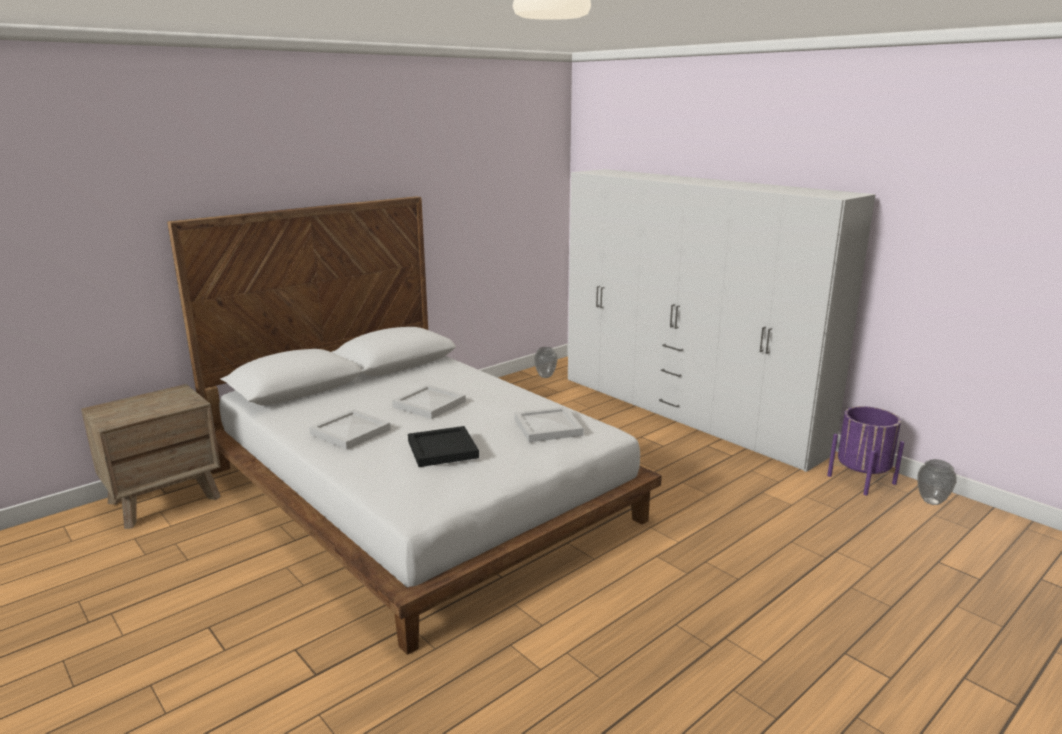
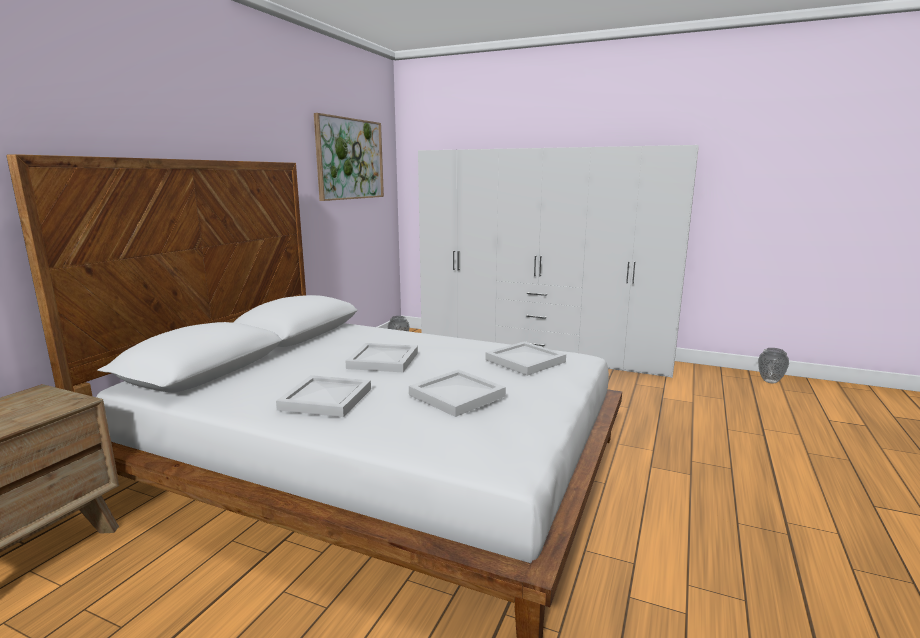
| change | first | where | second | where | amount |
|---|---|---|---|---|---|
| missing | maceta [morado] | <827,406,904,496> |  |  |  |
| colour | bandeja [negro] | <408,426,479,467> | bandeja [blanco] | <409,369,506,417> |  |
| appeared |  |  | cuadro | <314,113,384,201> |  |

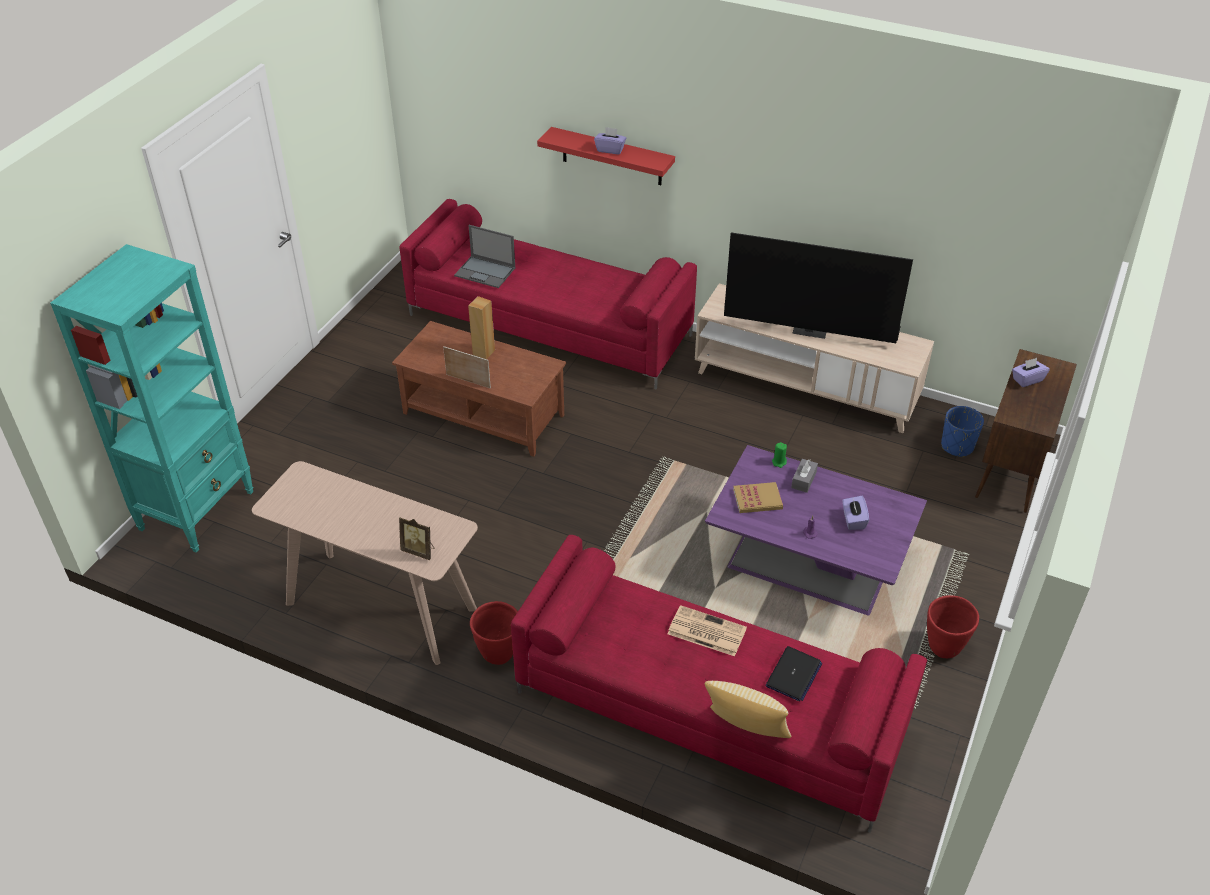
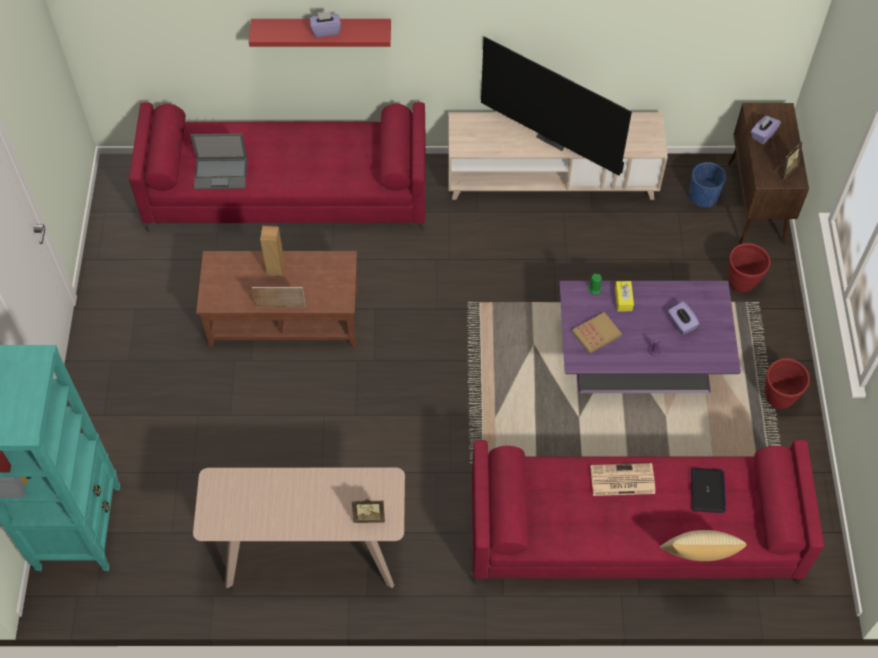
| change | first | where | second | where | amount |
|---|---|---|---|---|---|
| spun | televisor | <724,233,913,343> |  | <481,36,632,176> | 45 degrees clockwise |
| colour | caja de pañuelos [gris] | <791,459,818,493> | caja de pañuelos [amarillo] | <615,281,634,312> |  |
| relocated | maceta [rojo] | <470,601,518,665> |  | <728,243,771,292> |  |
| appeared |  |  | portarretratos | <775,142,802,180> |  |

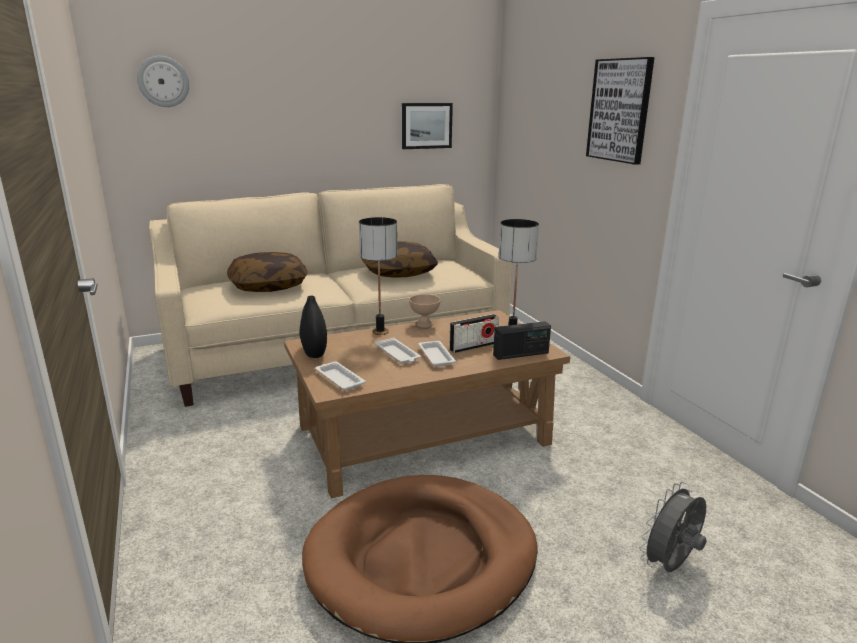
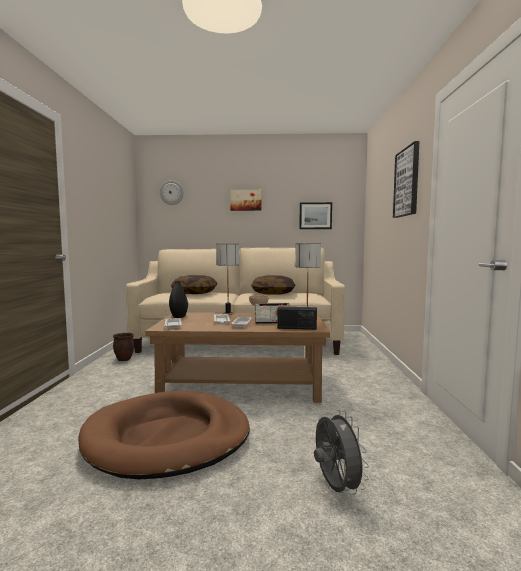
| change | first | where | second | where | amount |
|---|---|---|---|---|---|
| spun | ventilador [gris] | <639,482,707,572> |  | <314,410,369,495> | 90 degrees clockwise |
| appeared |  |  | cuadro | <230,190,261,211> |  |
| appeared |  |  | maceta [marrón] | <113,333,134,361> |  |

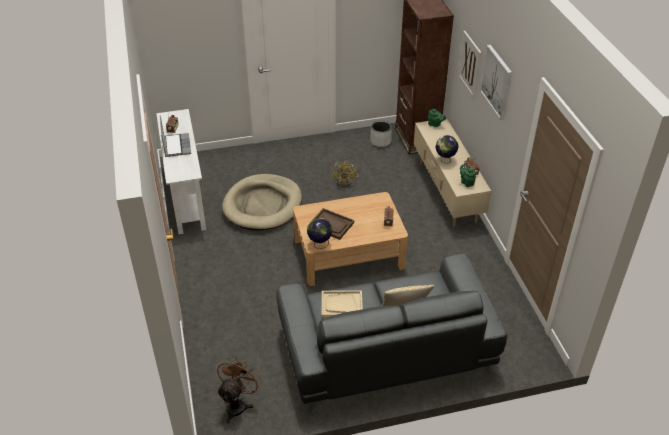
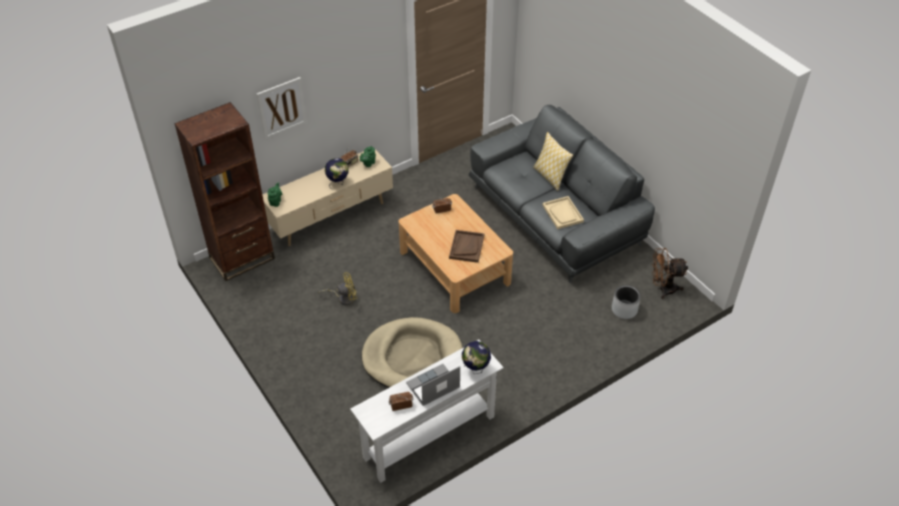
| change | first | where | second | where | amount |
|---|---|---|---|---|---|
| missing | cuadro | <480,45,512,120> |  |  |  |
| relocated | maceta [gris] | <370,121,392,147> |  | <612,285,641,319> |  |
| relocated | globo terráqueo | <307,218,332,249> |  | <462,341,491,374> |  |

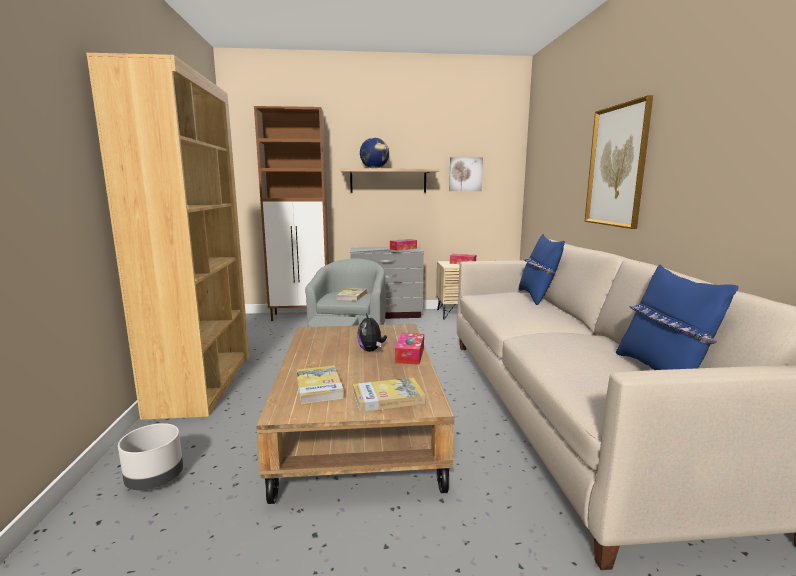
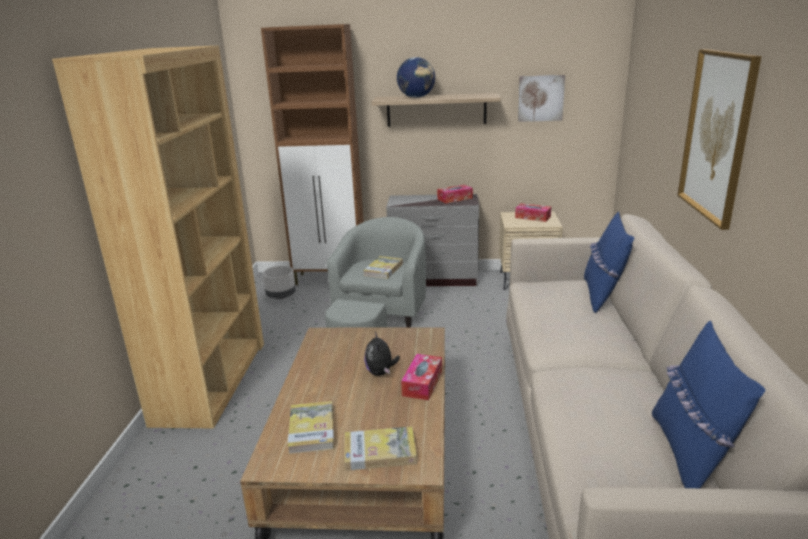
| change | first | where | second | where | amount |
|---|---|---|---|---|---|
| relocated | maceta [gris] | <118,423,183,490> |  | <263,266,296,299> |  |

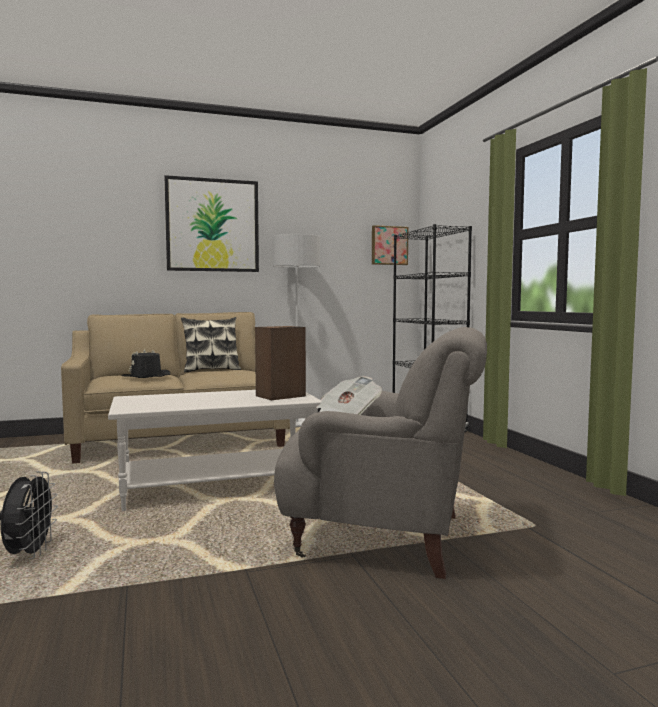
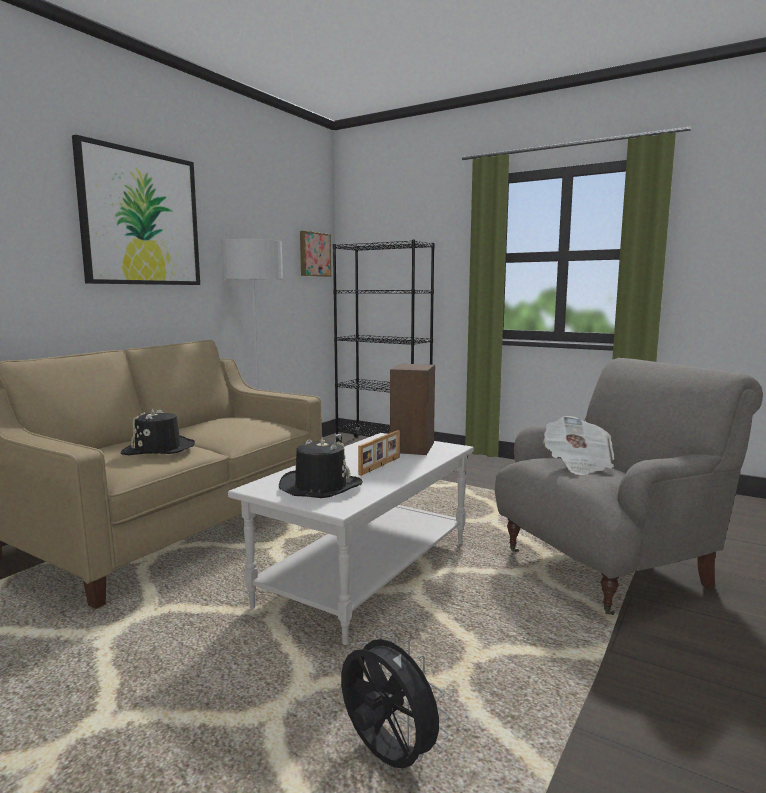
| change | first | where | second | where | amount |
|---|---|---|---|---|---|
| missing | cojín | <181,317,241,372> |  |  |  |
| appeared |  |  | portarretratos | <358,430,400,476> |  |
| appeared |  |  | sombrero [negro] | <279,437,363,498> |  |

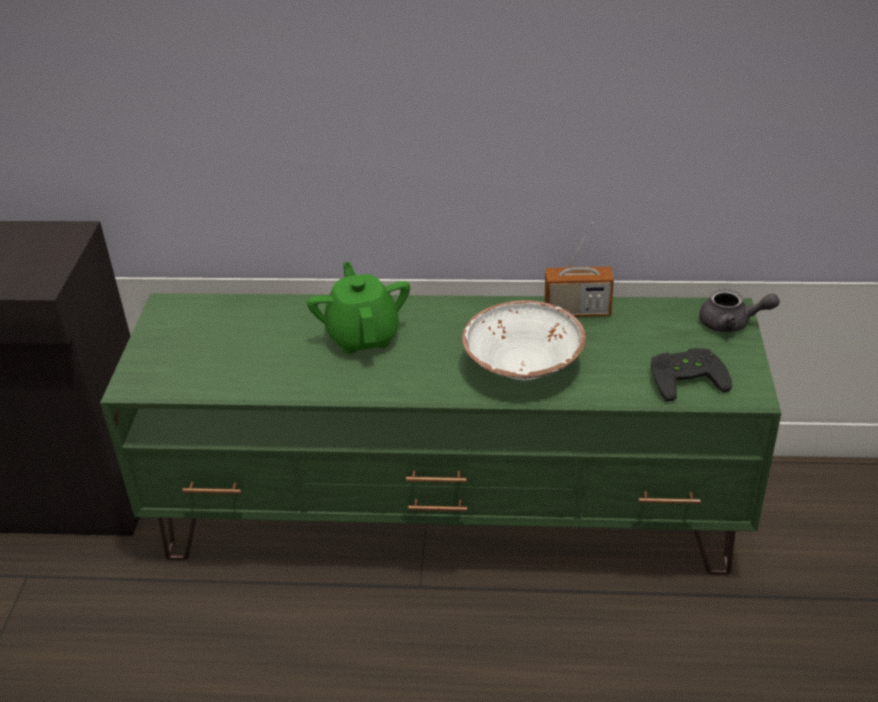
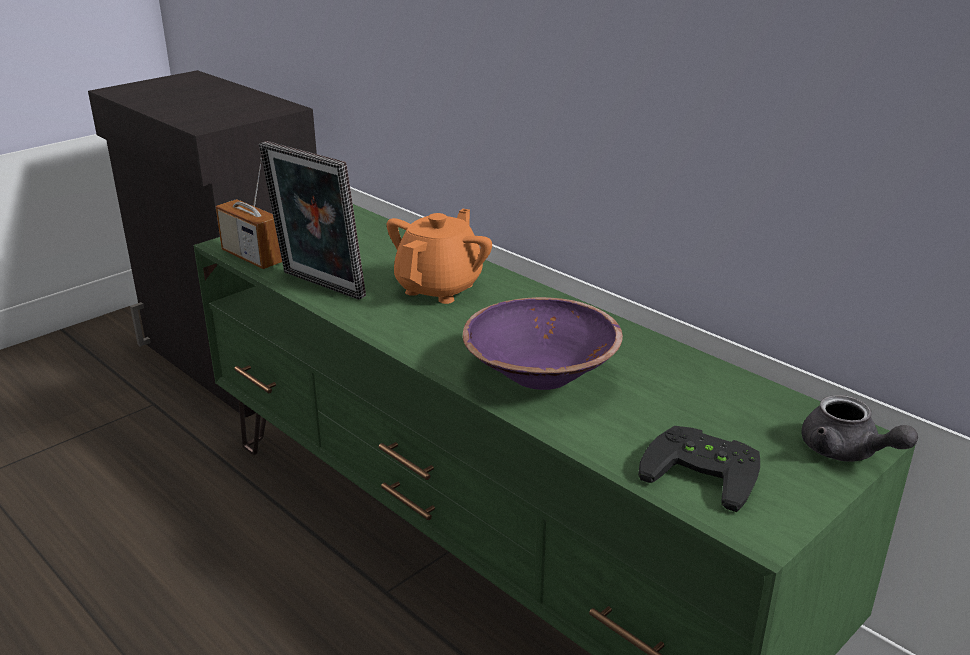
| change | first | where | second | where | amount |
|---|---|---|---|---|---|
| relocated | radio | <544,222,614,316> |  | <215,158,282,269> |  |
| colour | tetera [verde] | <307,262,410,354> | tetera [naranja] | <387,209,492,304> |  |
| colour | cuenco [blanco] | <462,300,586,380> | cuenco [morado] | <463,297,623,390> |  |
| appeared |  |  | portarretratos | <259,141,366,300> |  |

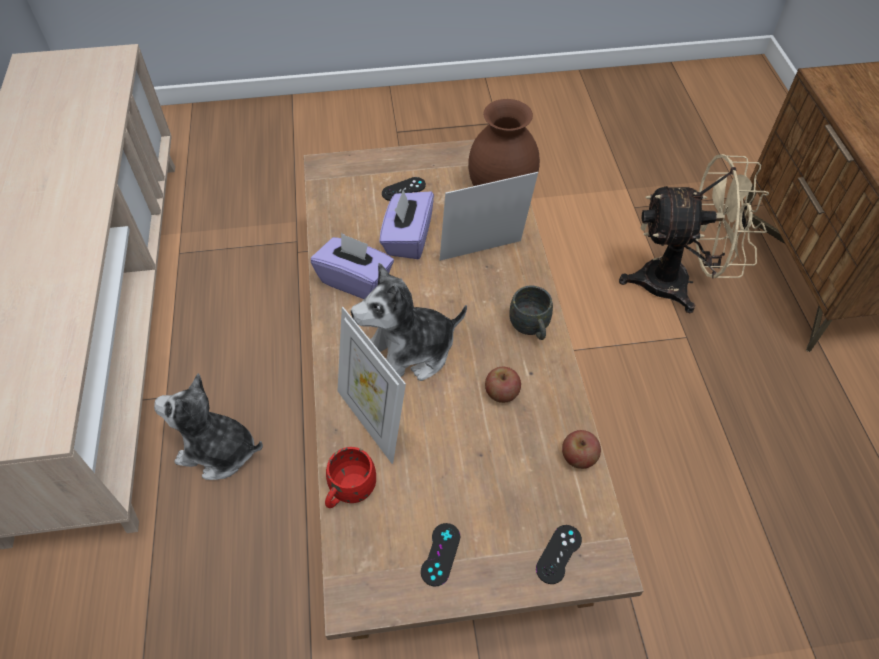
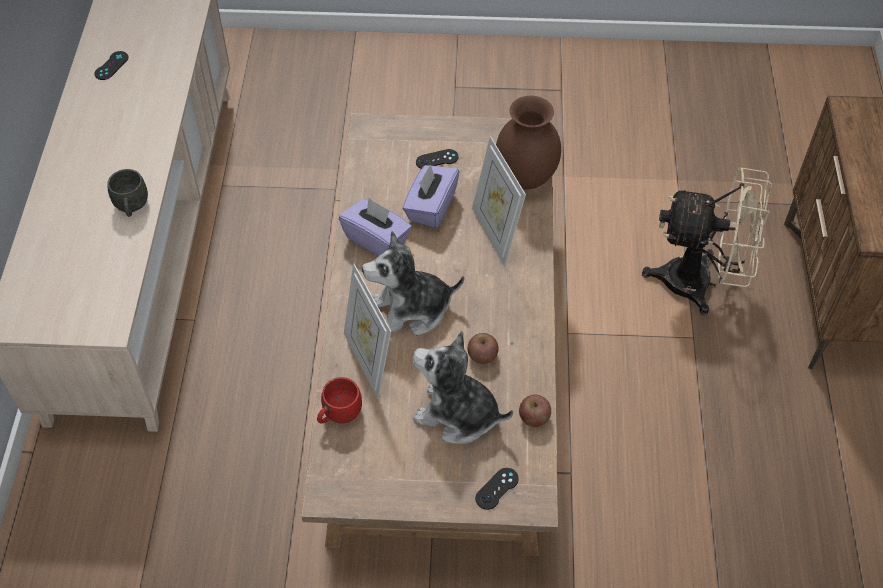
| change | first | where | second | where | amount |
|---|---|---|---|---|---|
| spun | portarretratos | <440,172,538,261> |  | <472,136,526,266> | 105 degrees counterclockwise |
| relocated | taza grande [gris] | <509,286,553,340> |  | <107,169,148,217> |  |
| relocated | peluche | <154,373,263,480> |  | <413,331,513,444> |  |
| relocated | mando de consola [negro] | <421,523,461,587> |  | <94,51,129,80> |  |

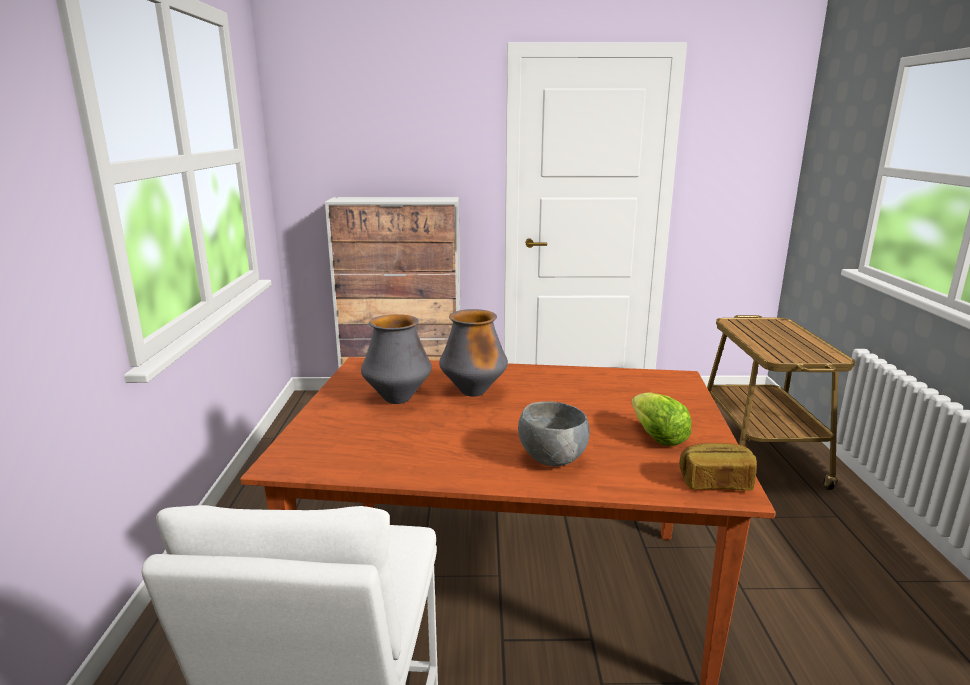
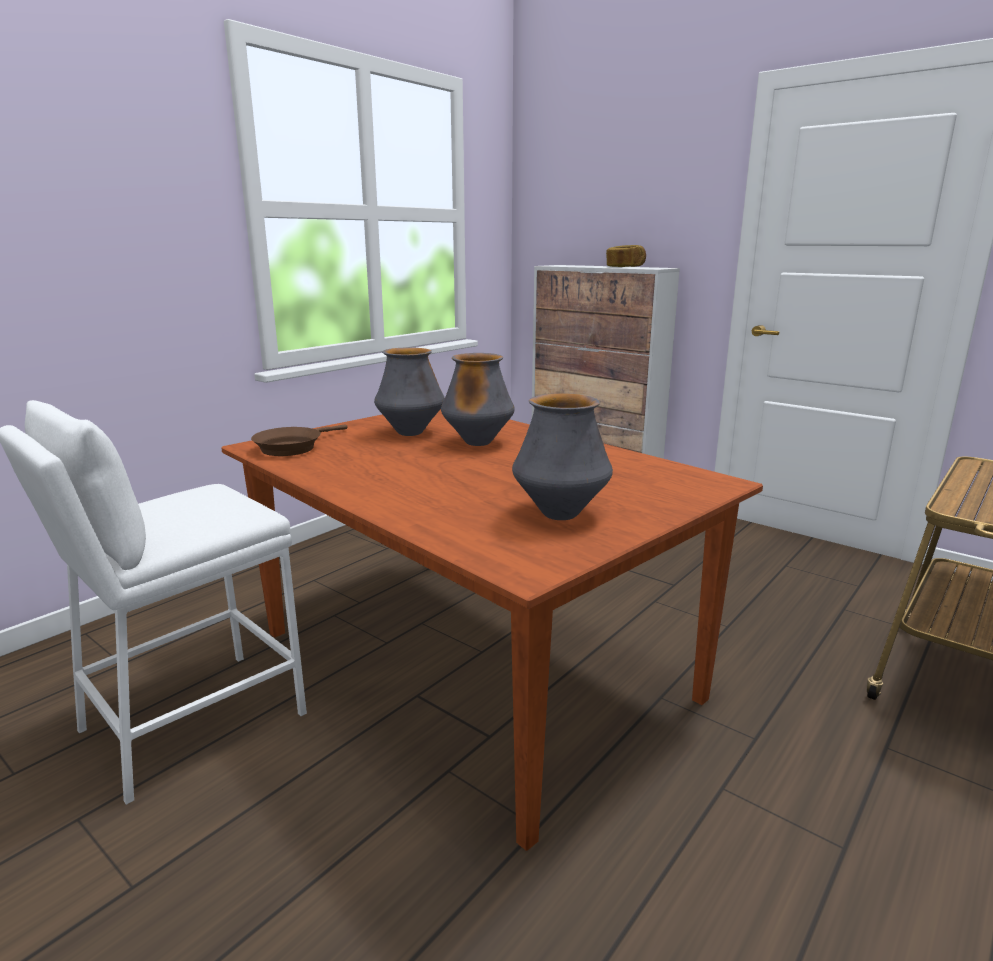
| change | first | where | second | where | amount |
|---|---|---|---|---|---|
| exchanged | lechuga | <632,392,692,446> | florero | <512,393,613,520> |  |
| missing | cuenco [gris] | <518,401,590,466> |  |  |  |
| relocated | pan | <680,443,757,491> |  | <606,245,646,267> |  |
| appeared |  |  | sartén [marrón] | <251,425,348,456> |  |

